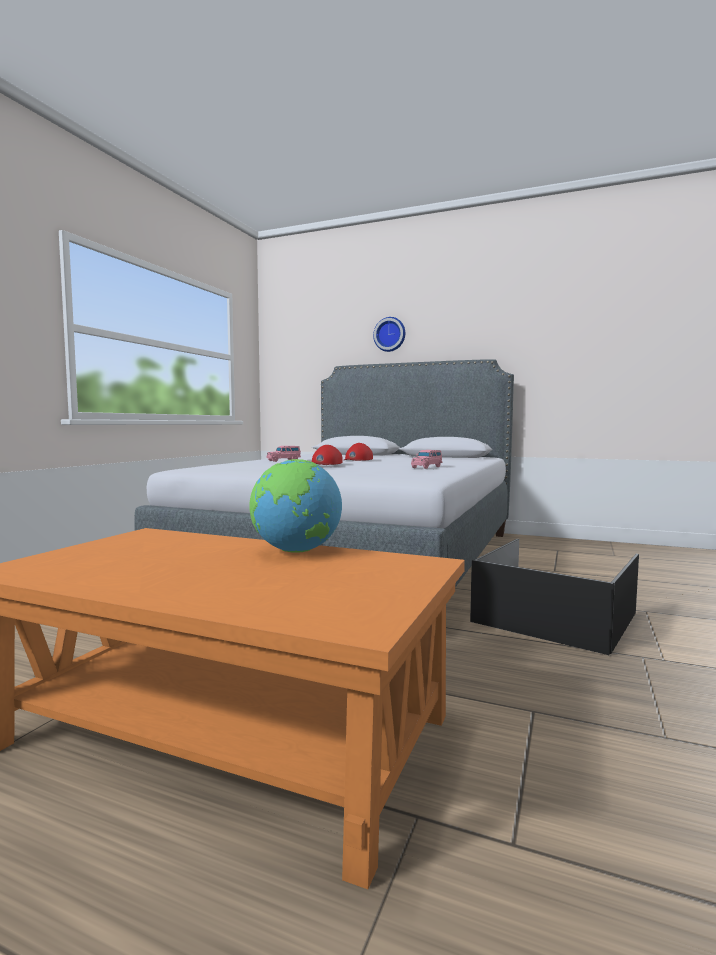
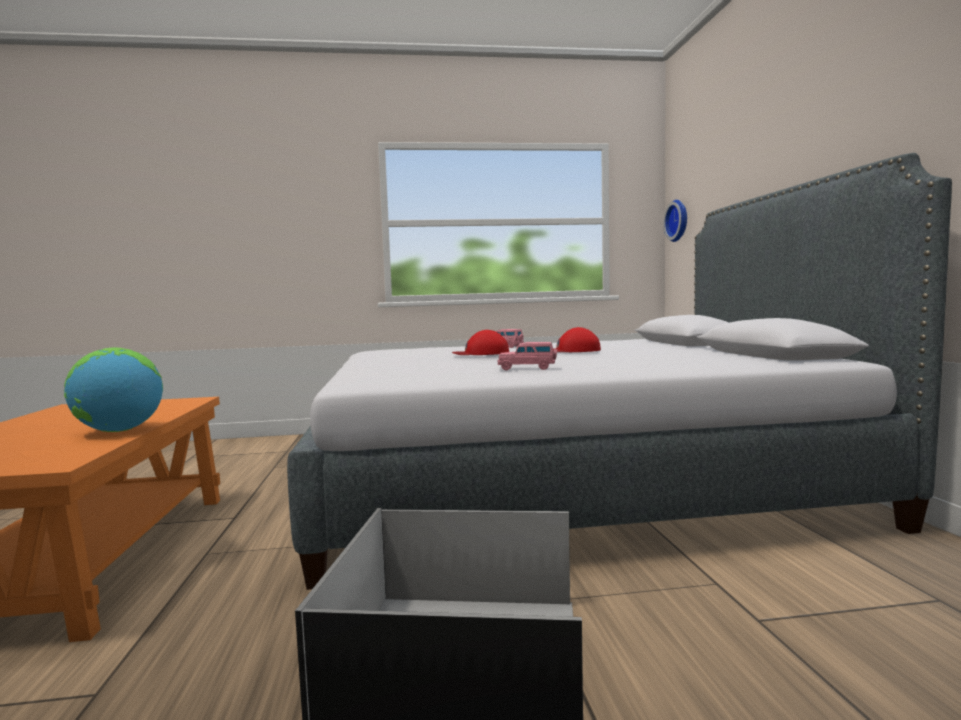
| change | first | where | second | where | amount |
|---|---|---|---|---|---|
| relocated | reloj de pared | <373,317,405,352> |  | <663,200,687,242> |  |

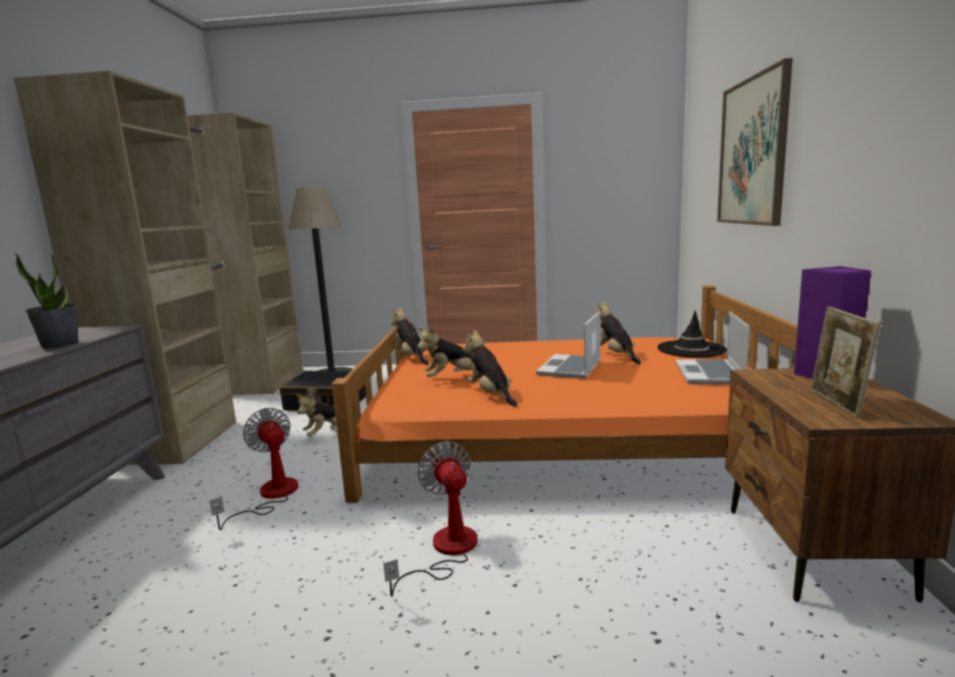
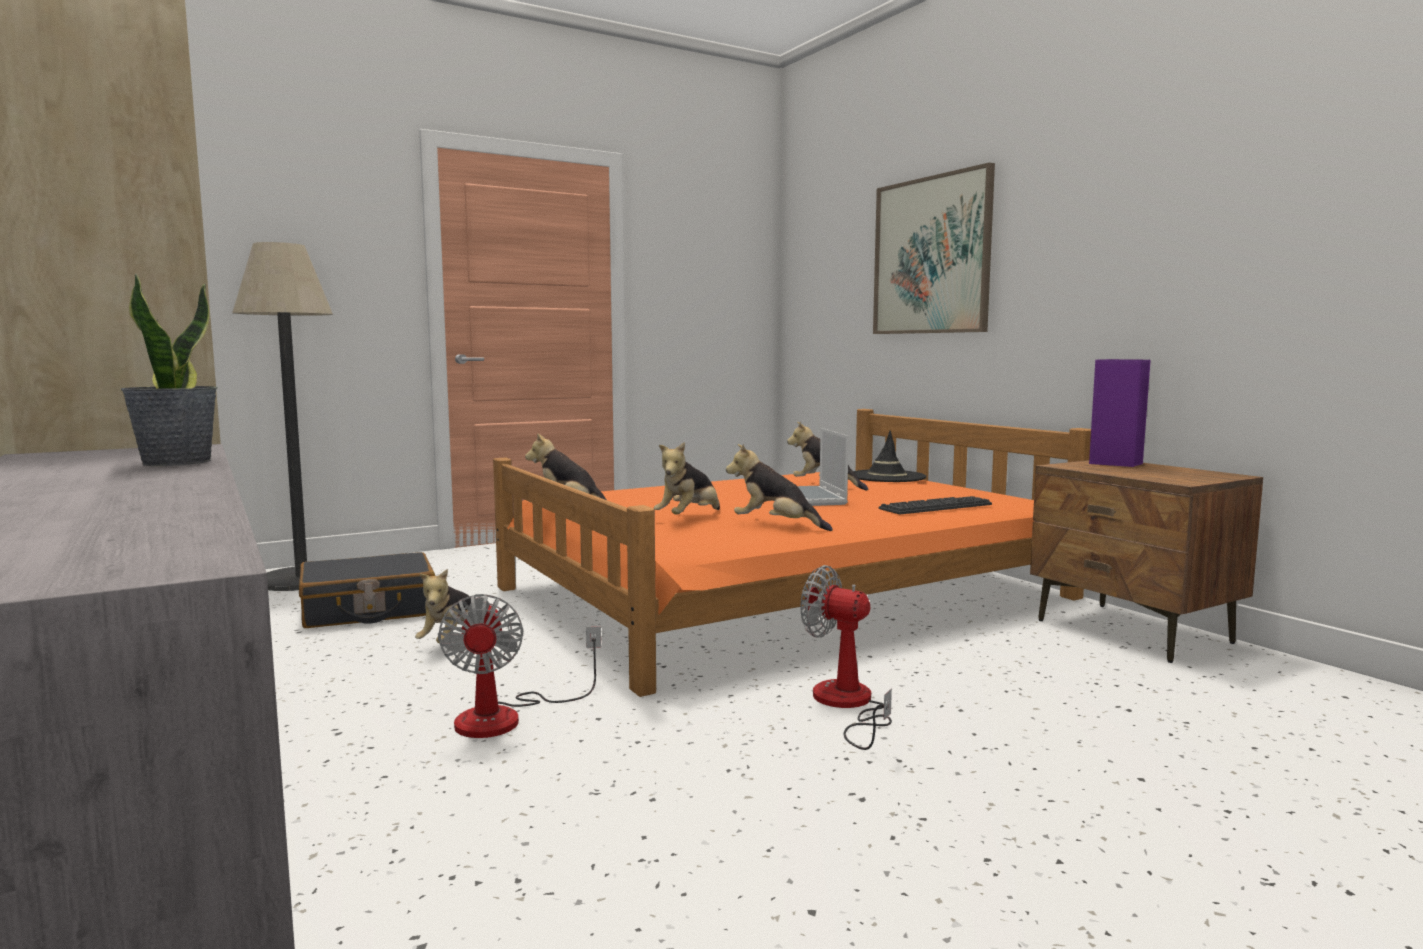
| change | first | where | second | where | amount |
|---|---|---|---|---|---|
| missing | portarretratos | <810,306,881,418> |  |  |  |
| missing | portátil | <676,311,750,384> |  |  |  |
| spun | ventilador | <210,408,298,530> |  | <438,594,601,738> | 120 degrees counterclockwise |
| appeared |  |  | teclado | <879,496,992,514> |  |

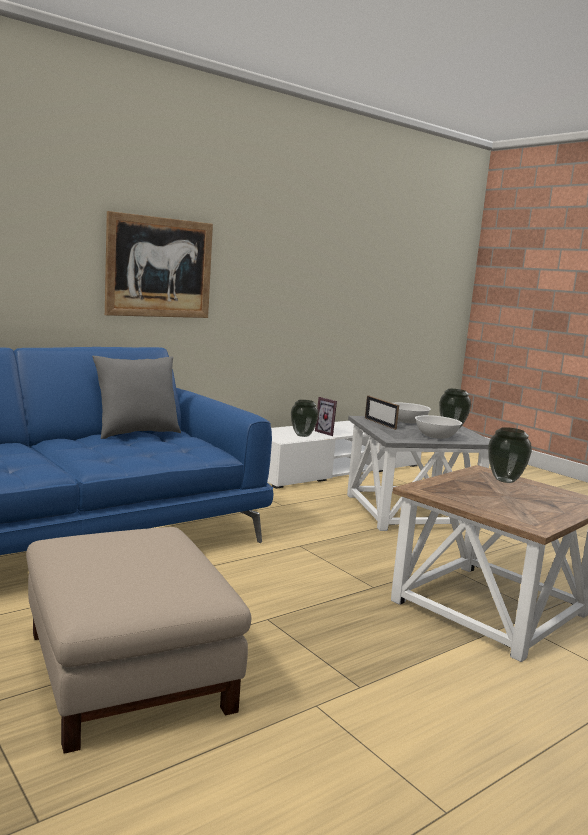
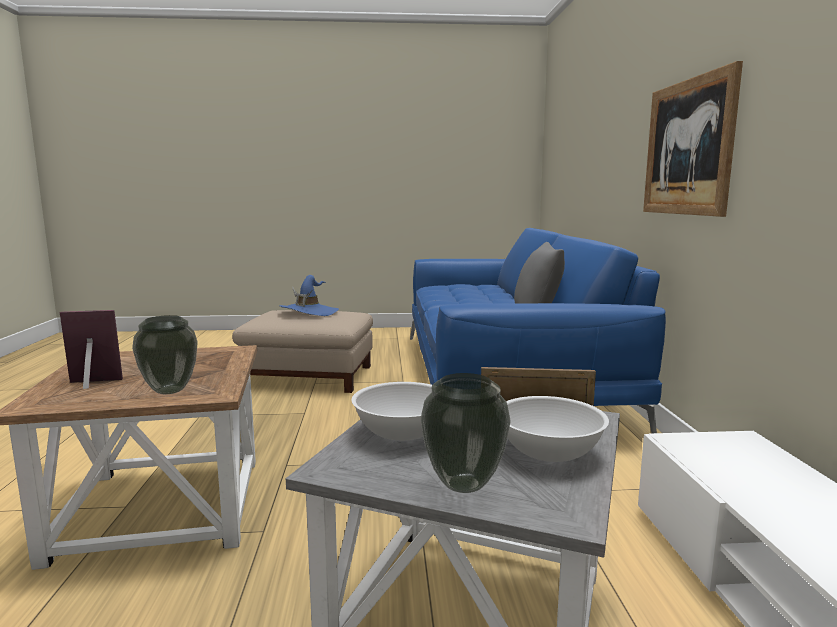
| change | first | where | second | where | amount |
|---|---|---|---|---|---|
| relocated | portarretratos | <315,397,337,436> |  | <60,310,123,389> |  |
| missing | florero | <291,400,319,437> |  |  |  |
| appeared |  |  | sombrero [azul] | <279,275,339,316> |  |

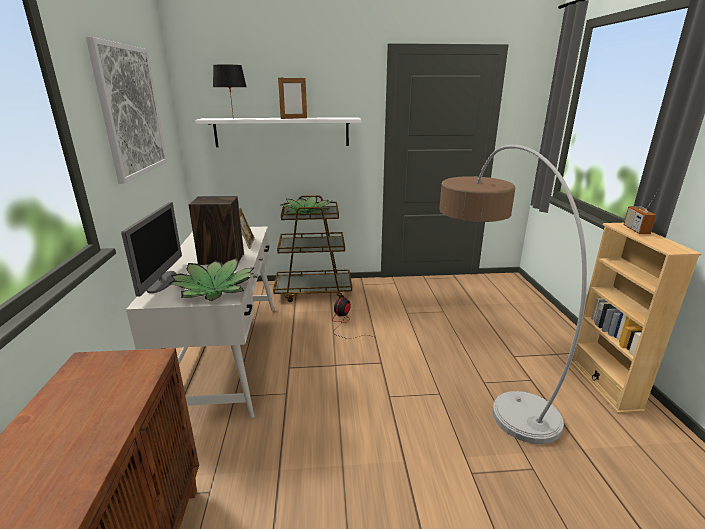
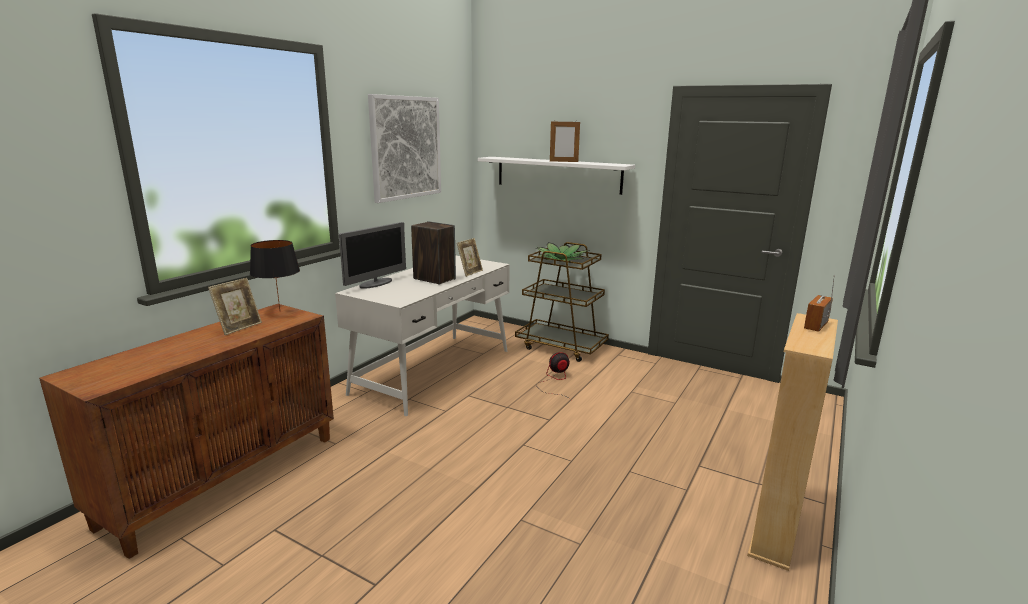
| change | first | where | second | where | amount |
|---|---|---|---|---|---|
| relocated | lámpara de mesa [negro] | <213,64,246,119> |  | <250,240,300,310> |  |
| missing | lámpara de pie | <439,145,587,444> |  |  |  |
| missing | planta en maceta | <169,258,255,301> |  |  |  |
| appeared |  |  | portarretratos | <208,278,262,335> |  |

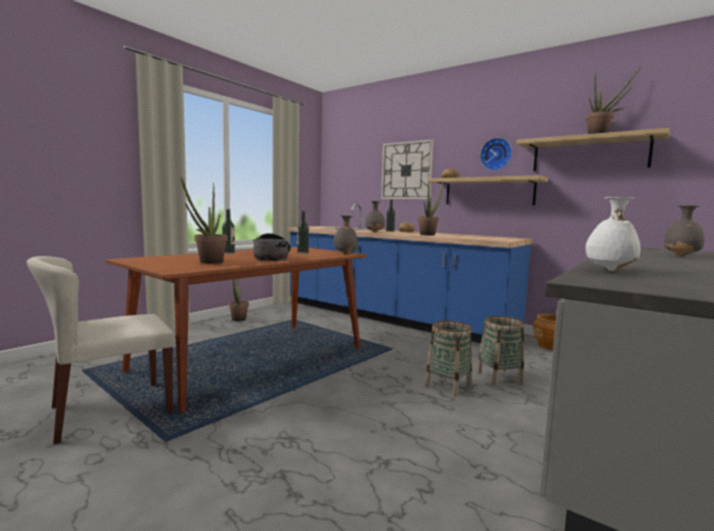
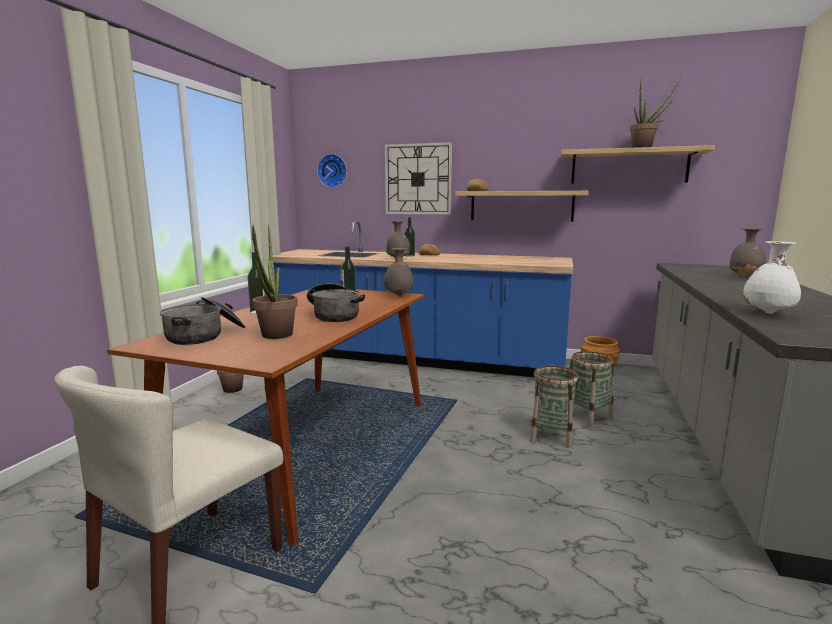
| change | first | where | second | where | amount |
|---|---|---|---|---|---|
| relocated | reloj de pared | <480,138,512,171> |  | <317,154,347,188> |  |
| missing | planta en maceta | <418,183,443,236> |  |  |  |
| appeared |  |  | olla | <160,297,245,345> |  |

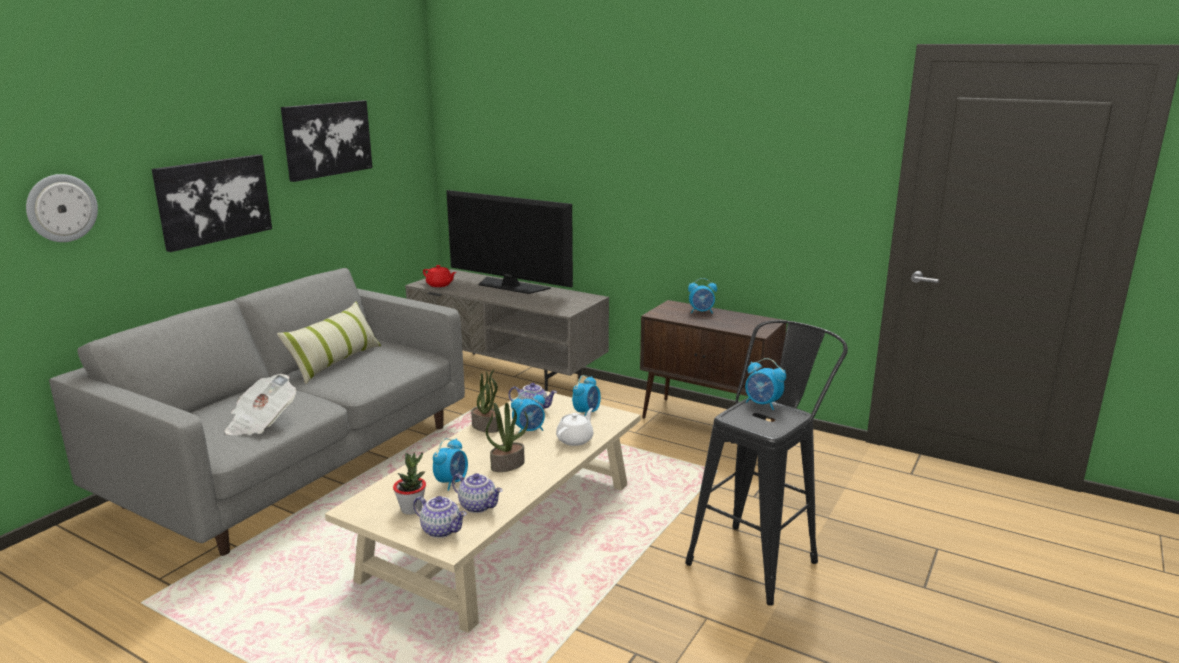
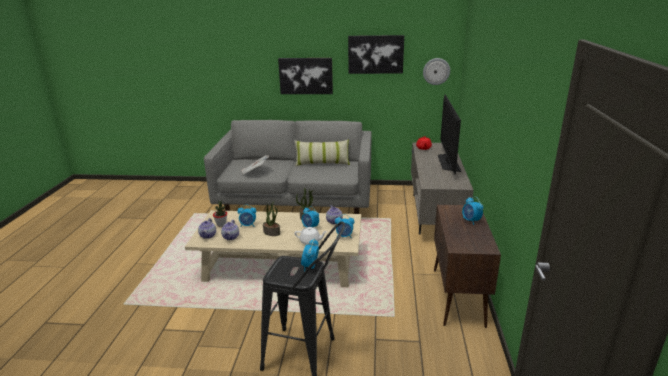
| change | first | where | second | where | amount |
|---|---|---|---|---|---|
| relocated | reloj de pared | <26,174,98,242> |  | <423,58,450,85> |  |

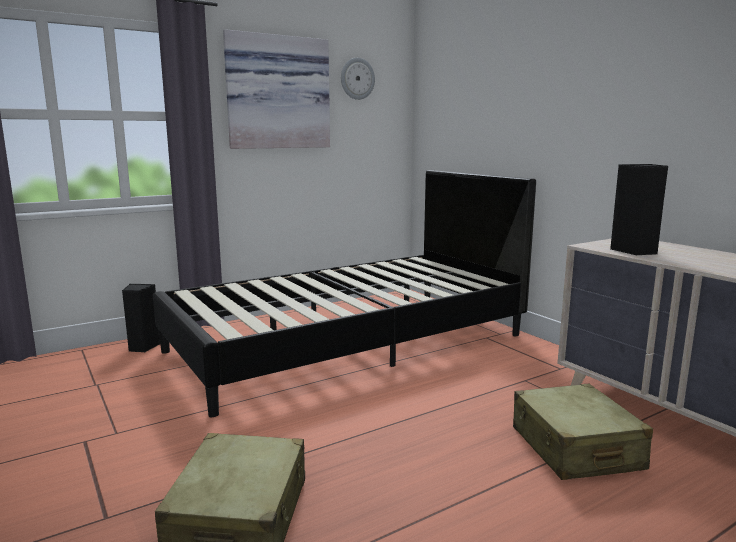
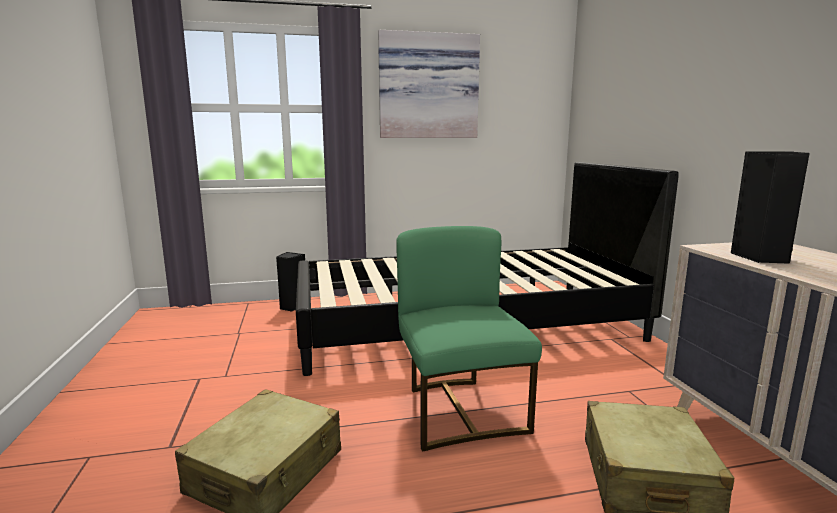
| change | first | where | second | where | amount |
|---|---|---|---|---|---|
| missing | reloj de pared | <341,58,375,100> |  |  |  |
| appeared |  |  | silla [verde] | <396,226,542,452> |  |

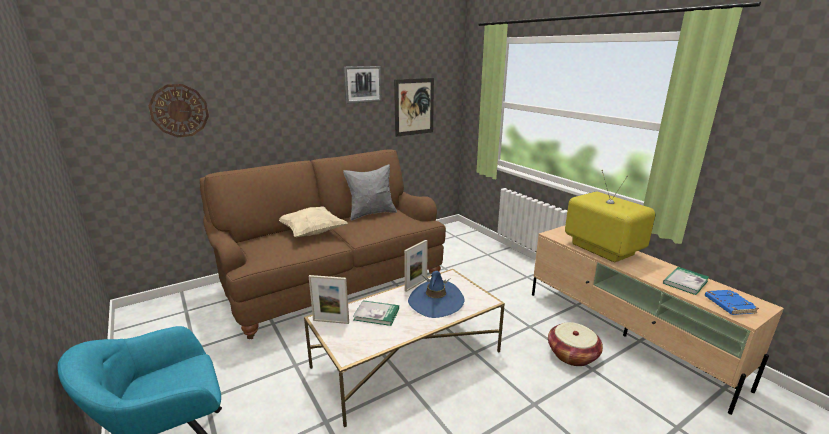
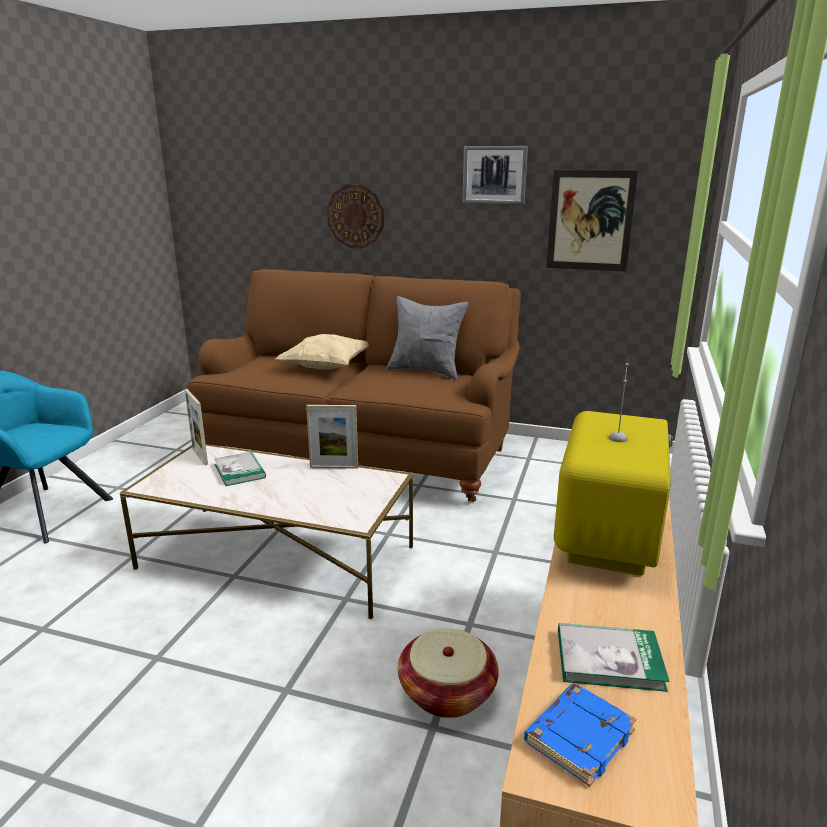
| change | first | where | second | where | amount |
|---|---|---|---|---|---|
| relocated | reloj de pared | <148,84,209,137> |  | <327,185,384,248> |  |
| missing | sombrero [azul] | <408,271,464,318> |  |  |  |

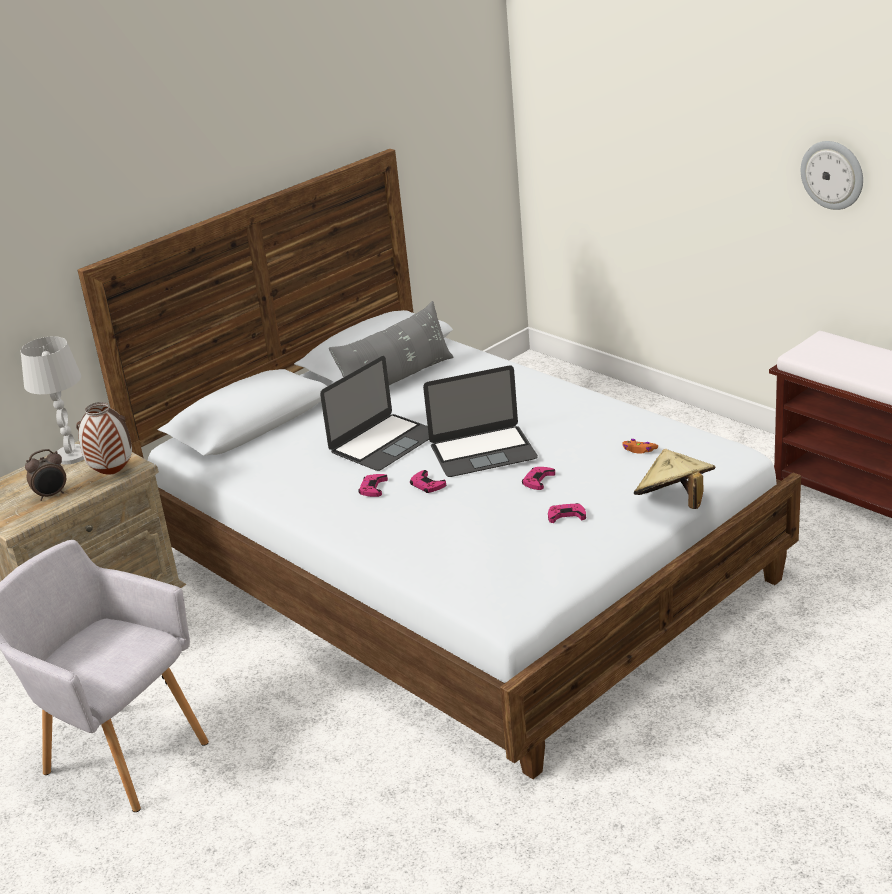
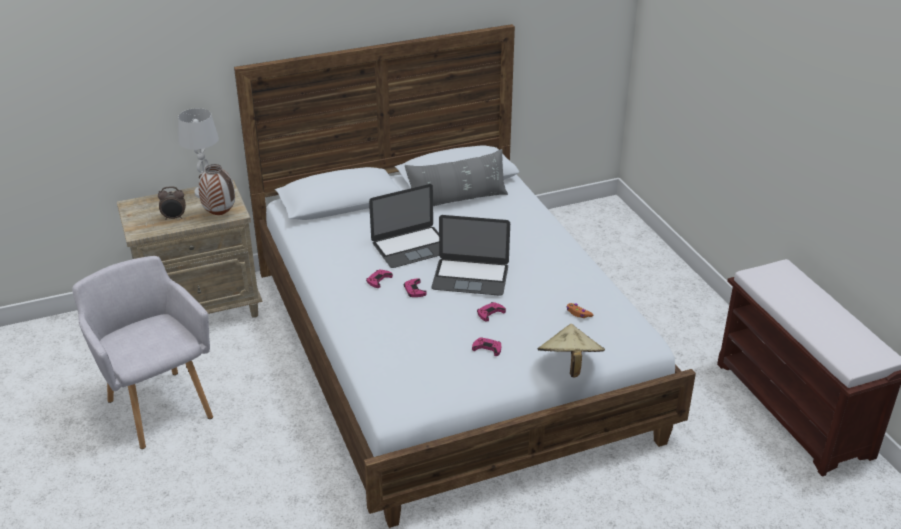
| change | first | where | second | where | amount |
|---|---|---|---|---|---|
| missing | reloj de pared | <801,141,863,210> |  |  |  |

